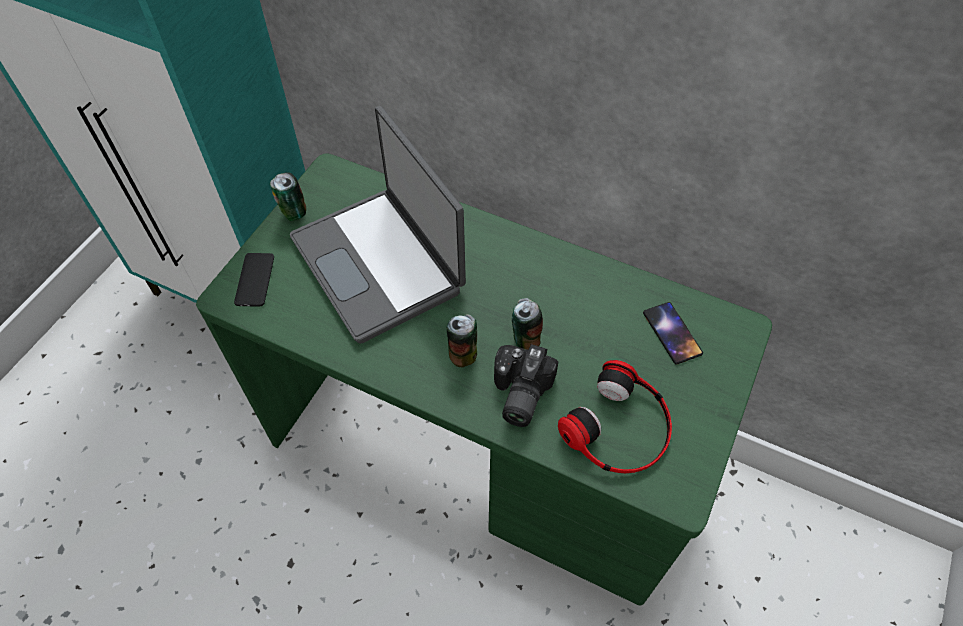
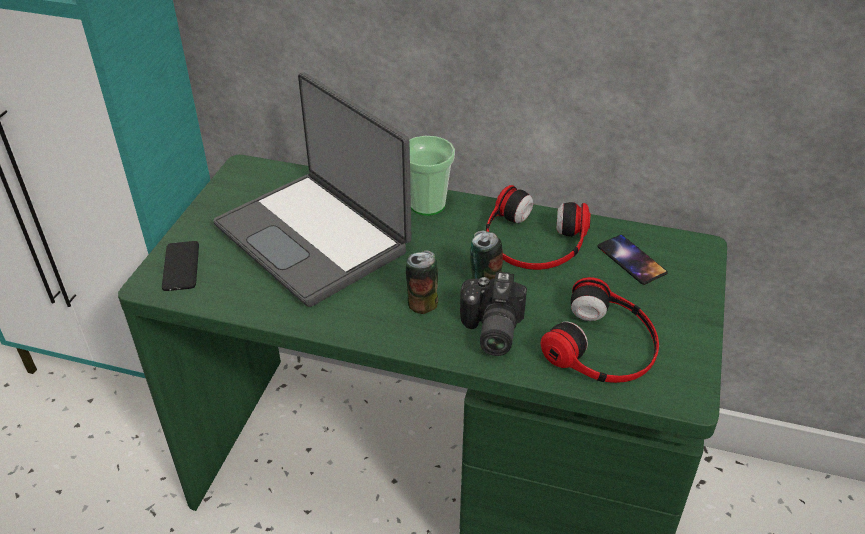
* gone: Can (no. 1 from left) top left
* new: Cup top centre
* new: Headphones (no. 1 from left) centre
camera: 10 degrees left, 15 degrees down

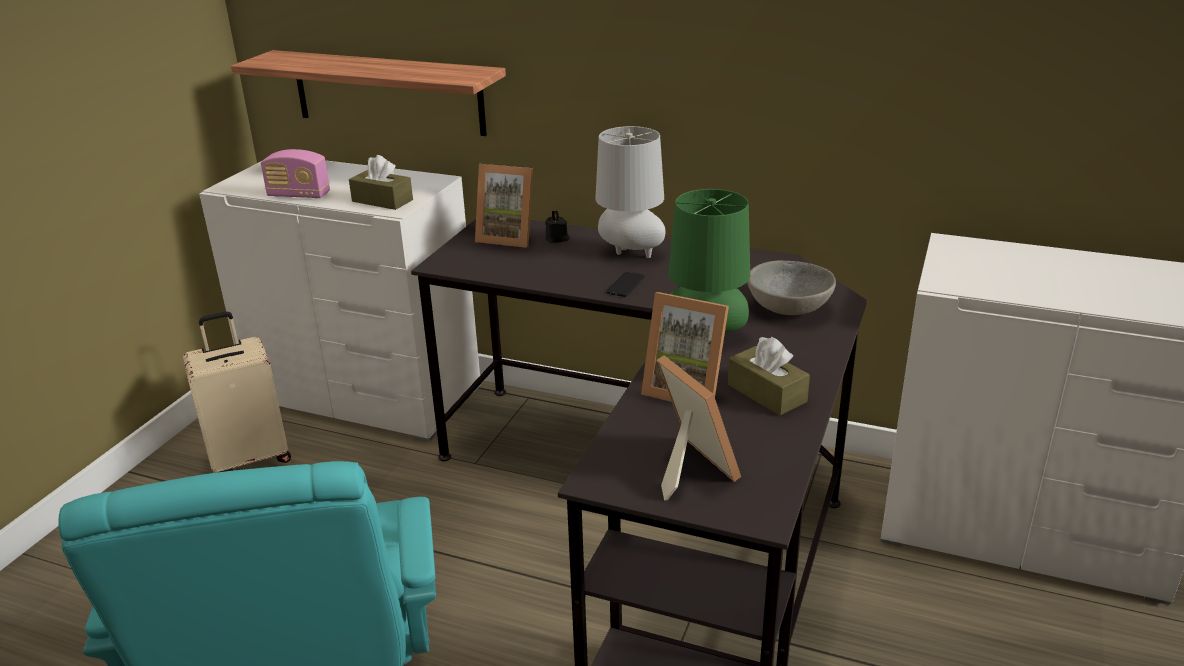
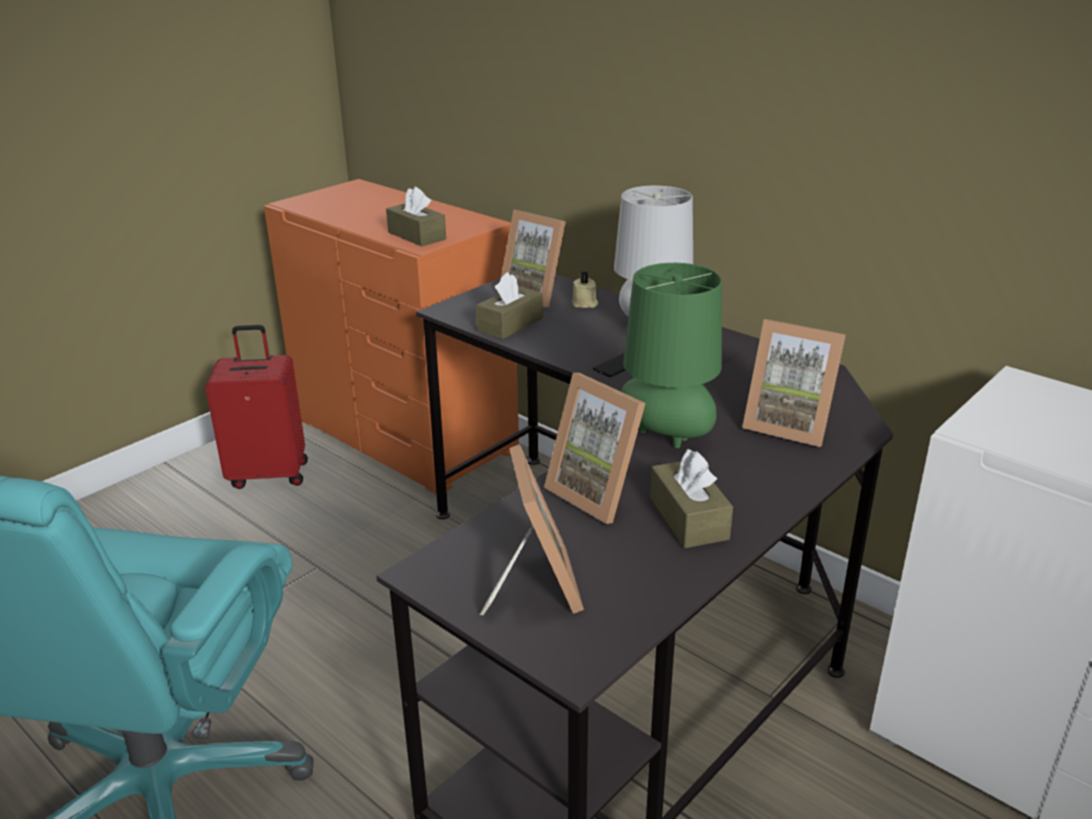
* gone: Shelf top left
* gone: Radio top left
* repainted: WhiteDresser (no. 1 from left) middle left to OrangeDresser centre
* repainted: BlackCandle centre to BeigeCandle centre
* swapped: GreyBowl middle right to PictureFrame (no. 4 from left) middle right
* repainted: BeigeSuitcase middle left to RedSuitcase middle left
* new: BrownTissueBox (no. 2 from left) centre
camera: 20 degrees right, 0 degrees up

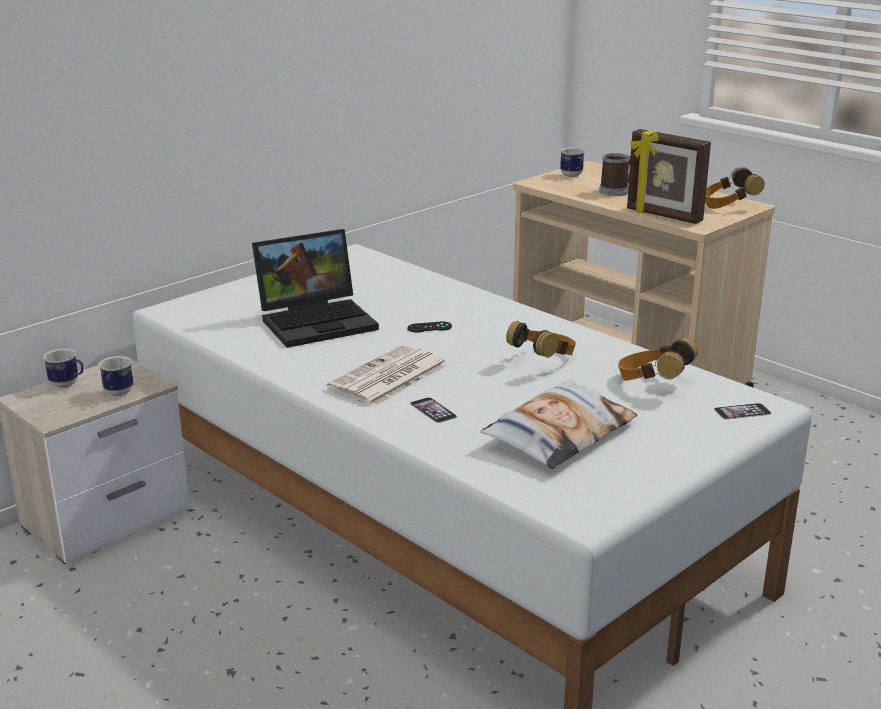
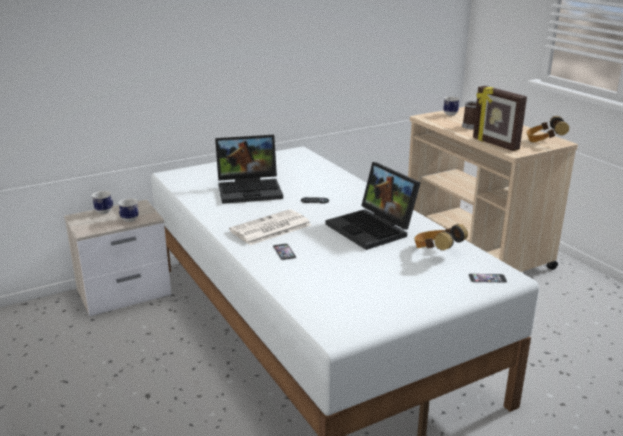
* swapped: Headphones (no. 1 from left) centre to Laptop (no. 2 from left) centre
* gone: Pillow centre
camera: 15 degrees right, 0 degrees up

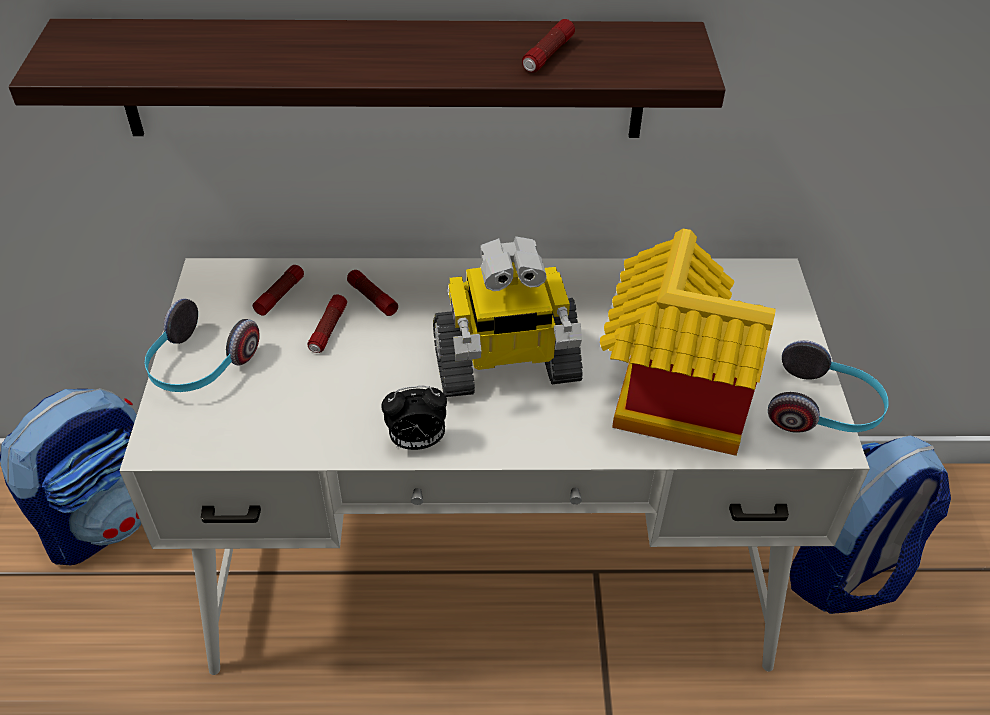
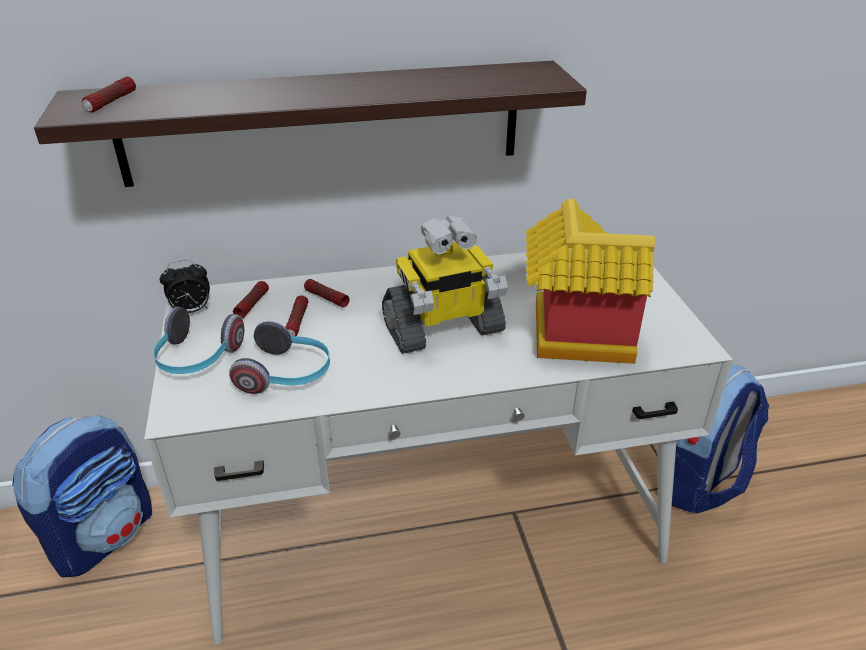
* shifted: Flashlight (no. 4 from left in the first image) top centre to Flashlight (no. 1 from left) top left
* shifted: Headphones (no. 2 from left) middle right to middle left
* shifted: AlarmClock centre to middle left
camera: 10 degrees left, 10 degrees down

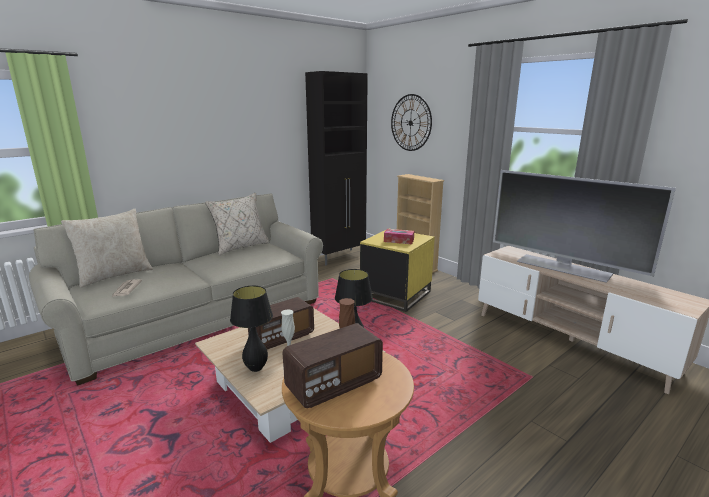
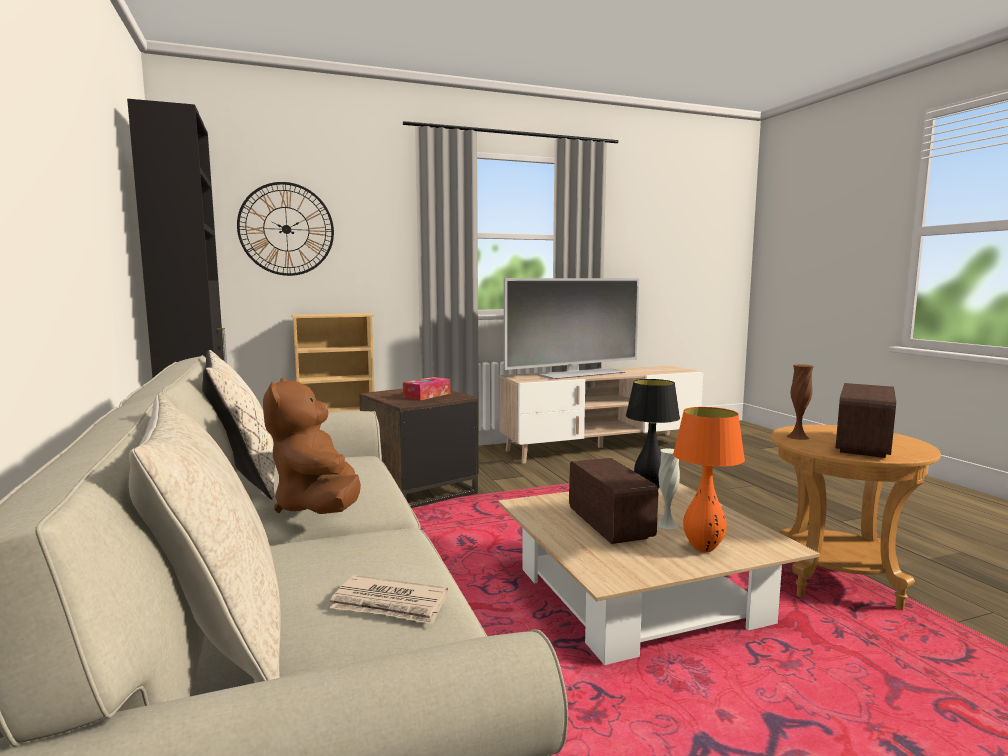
* repainted: YellowSideTable centre to BrownSideTable (no. 1 from left) centre
* repainted: BlackTableLamp (no. 1 from left) centre to OrangeTableLamp middle right
* rotated: Radio (no. 2 from left) bottom centre = middle right 135 degrees counterclockwise
* new: BrownPlushToy middle left
camera: 70 degrees left, 10 degrees down

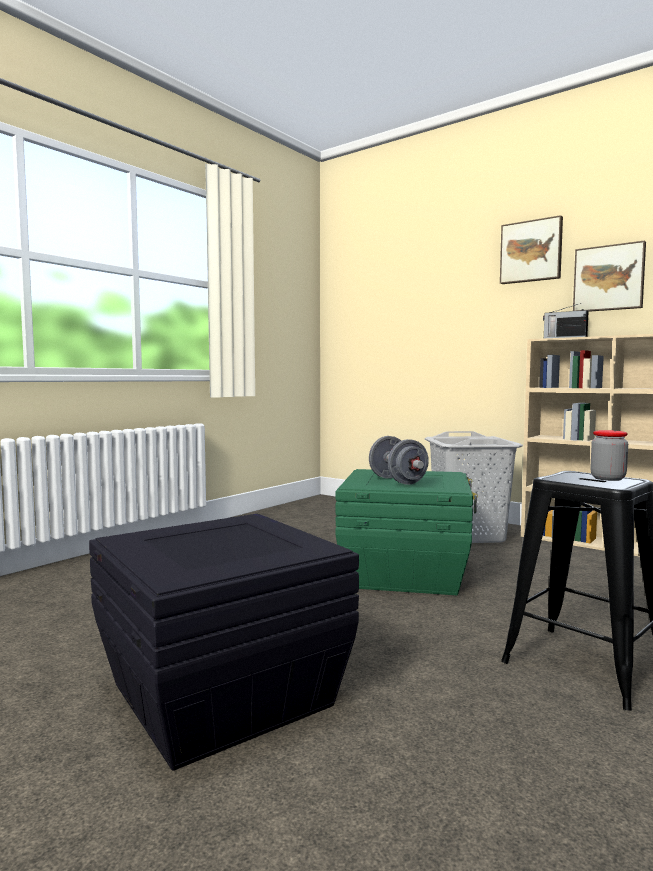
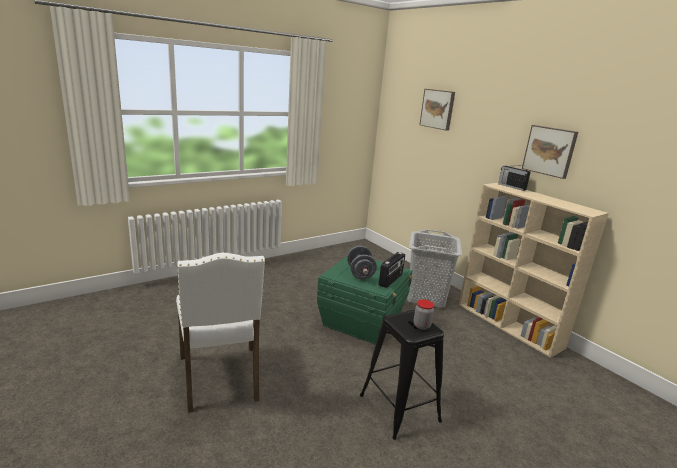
* shifted: Picture (no. 1 from left) top right to top centre
* swapped: BlackStorageBox bottom centre to WhiteChair bottom left
* new: Radio (no. 1 from left) centre
camera: 15 degrees right, 15 degrees up

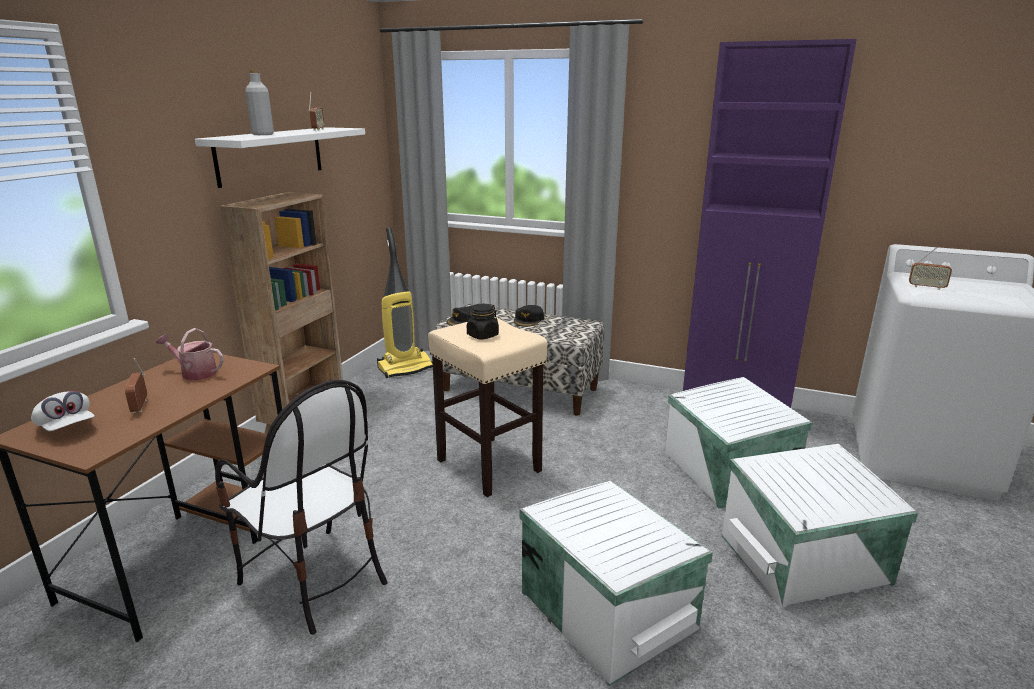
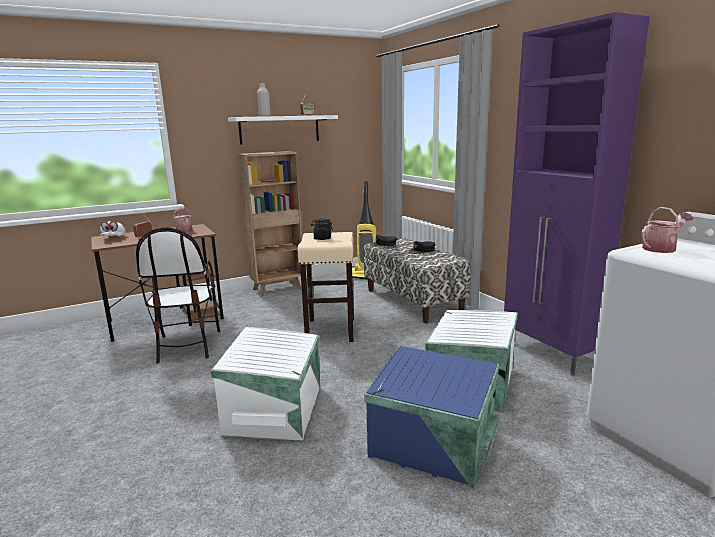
* swapped: Radio (no. 3 from left) middle right to WateringCan (no. 2 from left) middle right
* repainted: WhiteStorageBox (no. 3 from left) bottom right to BlueStorageBox bottom centre
camera: 40 degrees right, 5 degrees down

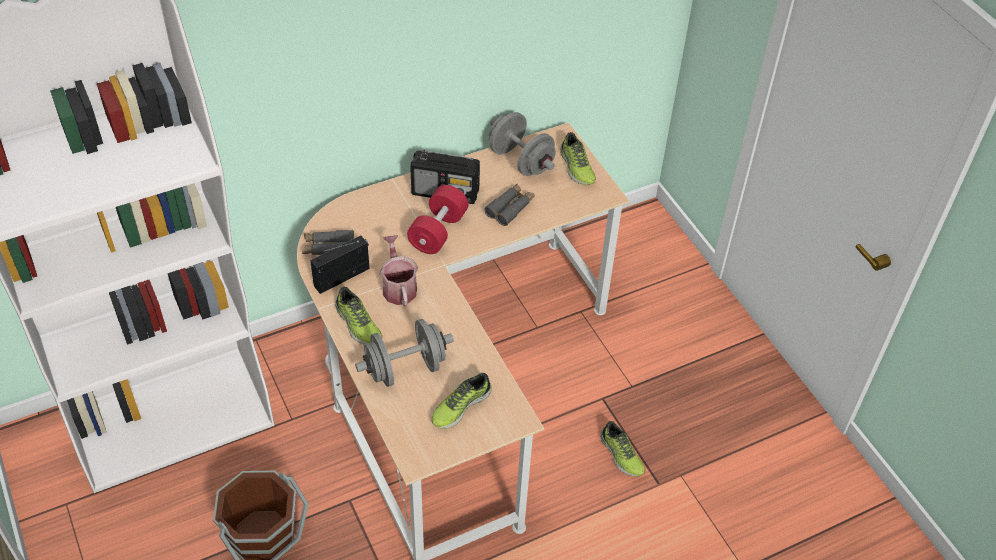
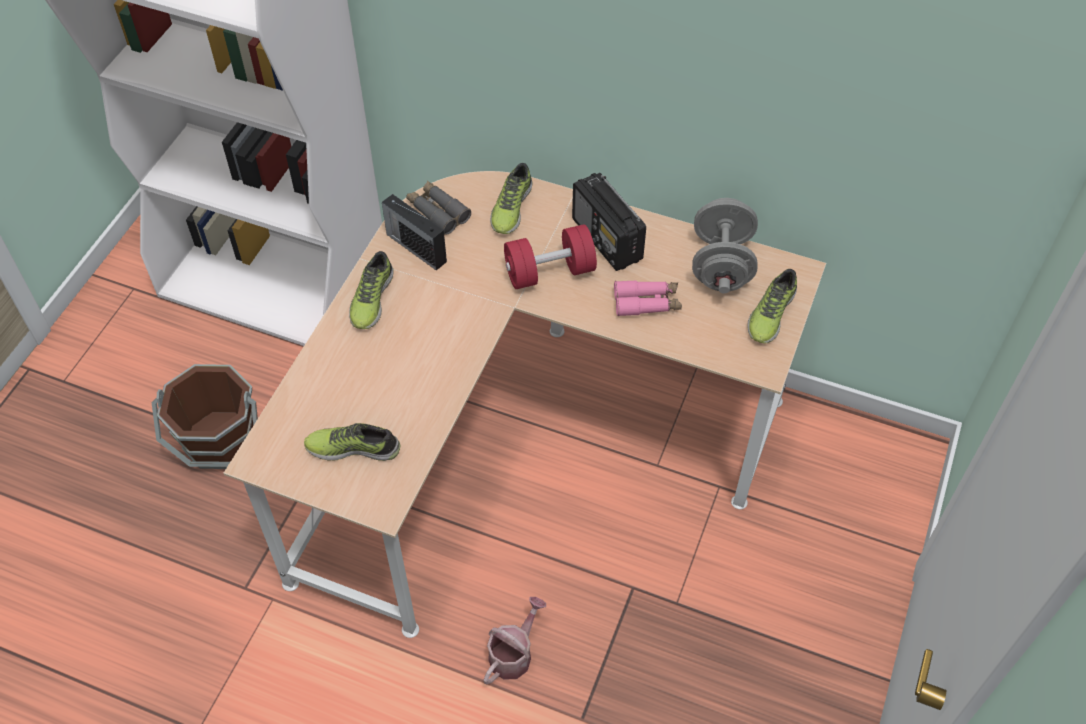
* repainted: GreyBinoculars (no. 2 from left) centre to PinkBinoculars centre
* rotated: Radio (no. 1 from left) centre = top centre 150 degrees counterclockwise
* shifted: WateringCan centre to bottom centre
* gone: GreyDumbbell (no. 1 from left) centre
* shifted: Shoe (no. 4 from left in the first image) bottom centre to Shoe (no. 3 from left) top centre
camera: 50 degrees right, 5 degrees up

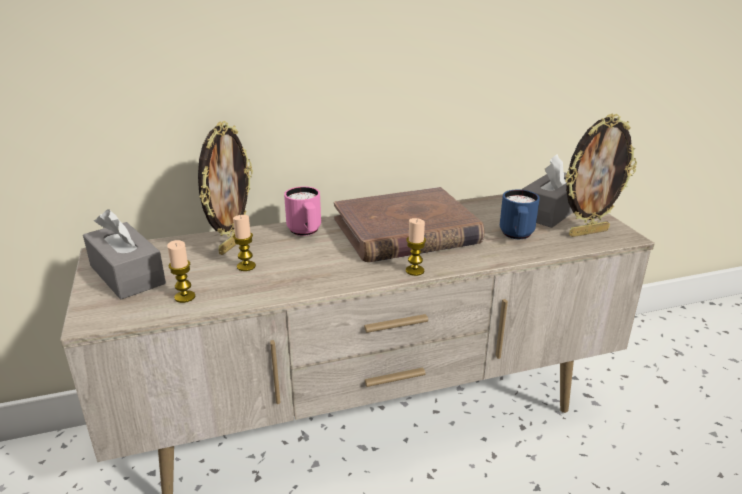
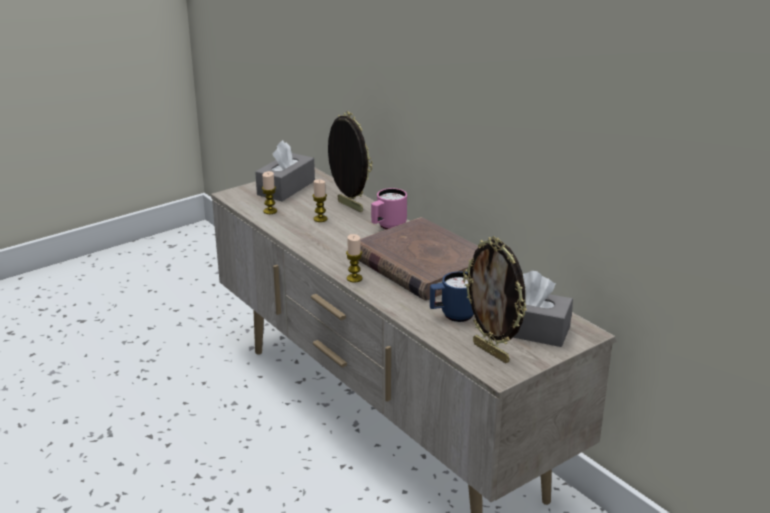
* rotated: PictureFrame (no. 1 from left) middle left = top centre 135 degrees counterclockwise
camera: 70 degrees right, 0 degrees up

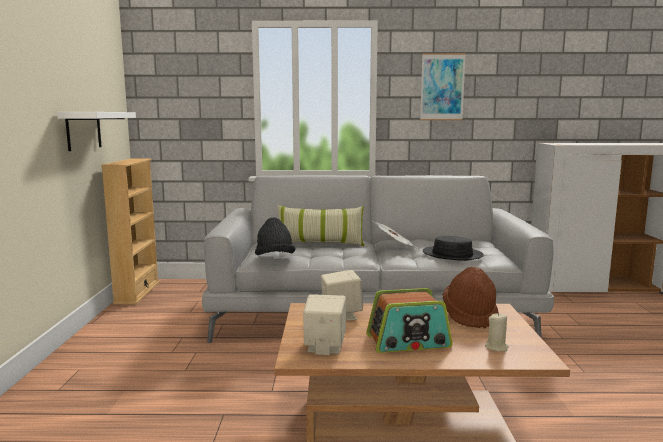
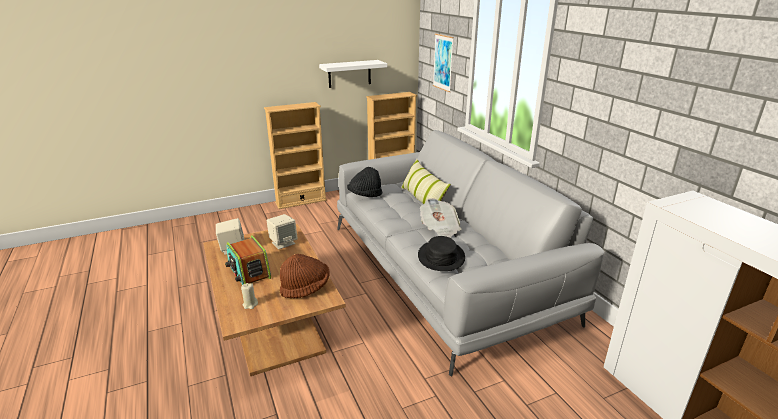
* shifted: Picture top right to top centre
* new: BeigeBookcase (no. 1 from left) centre
camera: 65 degrees right, 15 degrees up

